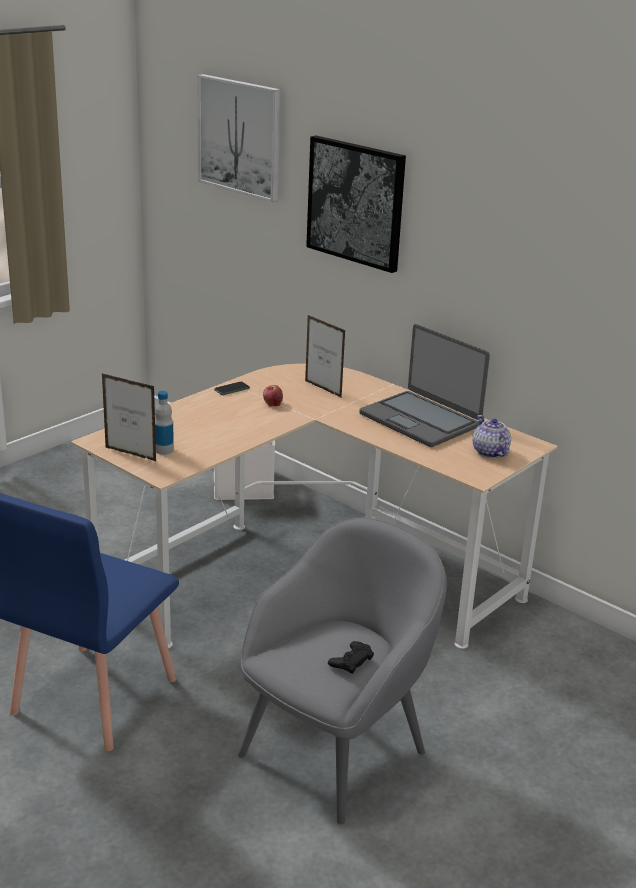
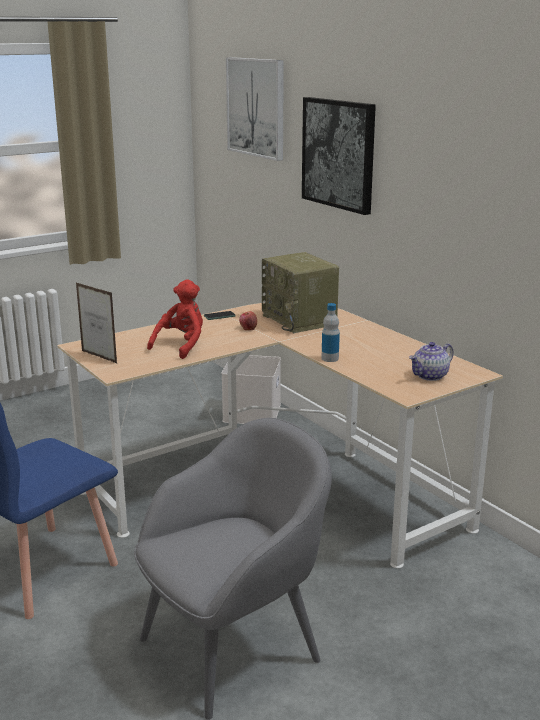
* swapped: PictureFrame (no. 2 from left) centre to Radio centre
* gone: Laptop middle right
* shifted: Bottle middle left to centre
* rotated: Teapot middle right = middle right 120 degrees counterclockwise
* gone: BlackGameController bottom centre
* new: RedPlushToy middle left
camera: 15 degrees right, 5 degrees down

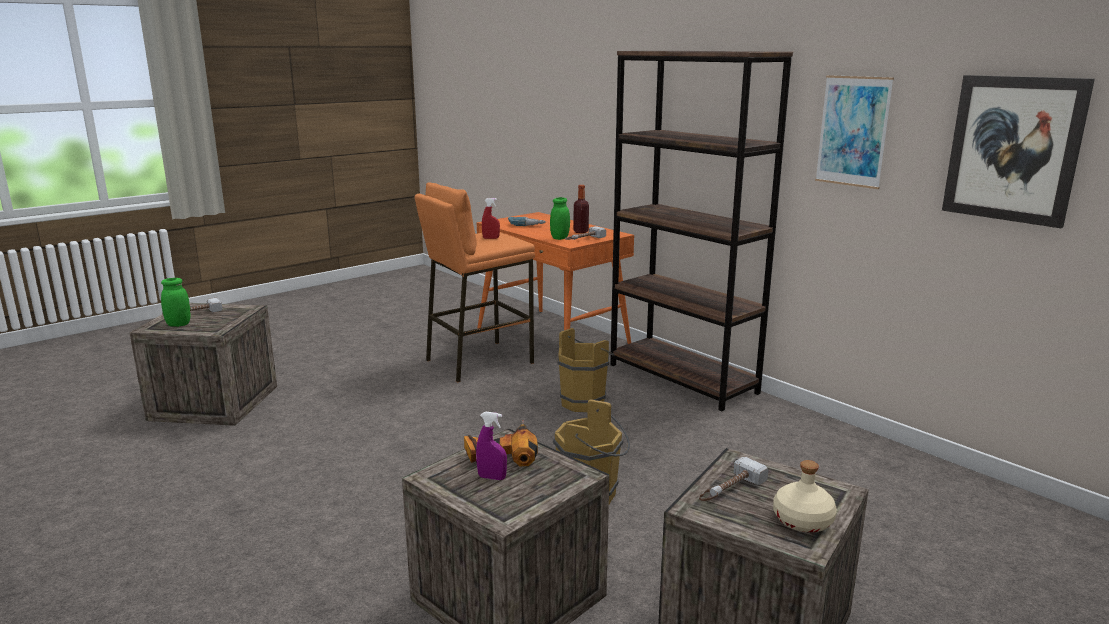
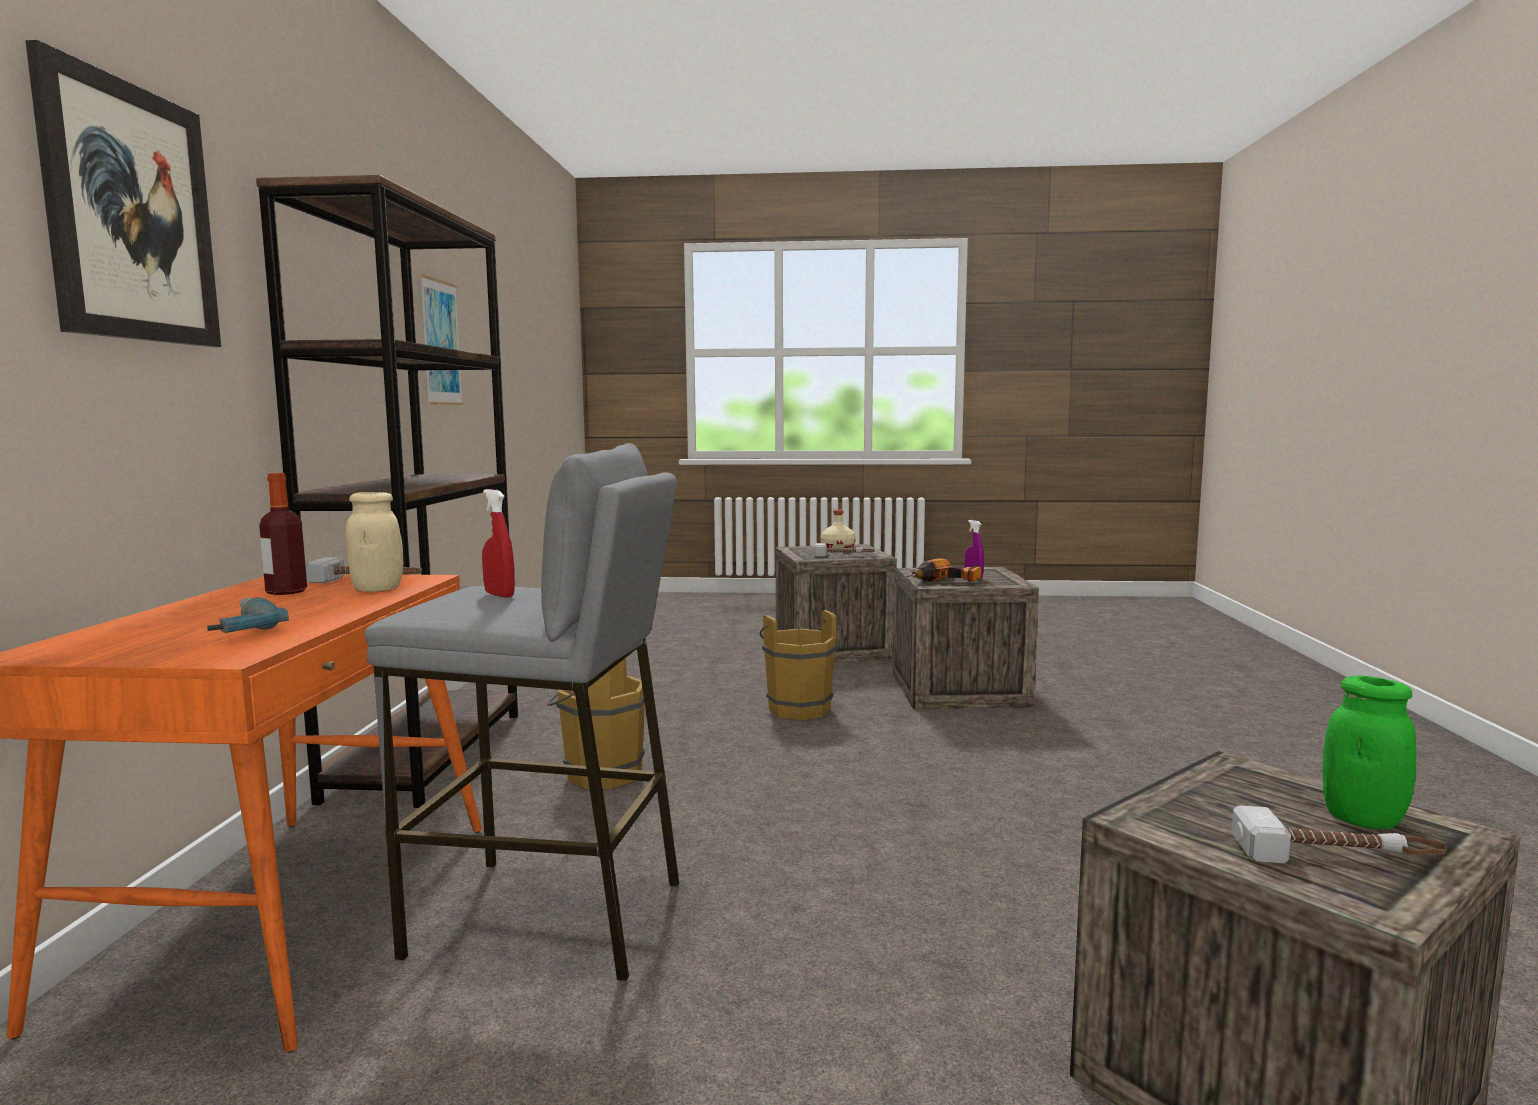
* shifted: Picture (no. 2 from left in the first image) top right to Picture (no. 1 from left) top left
* repainted: OrangeStool centre to GreyStool centre
* repainted: GreenJar (no. 2 from left) centre to BeigeJar middle left
camera: 135 degrees left, 10 degrees down

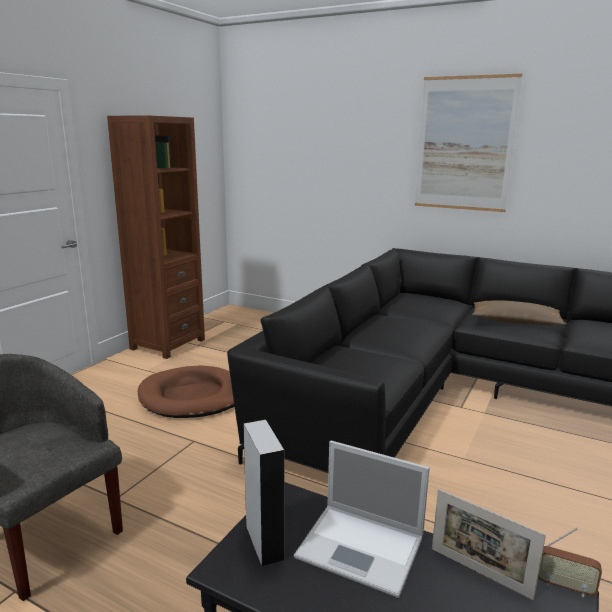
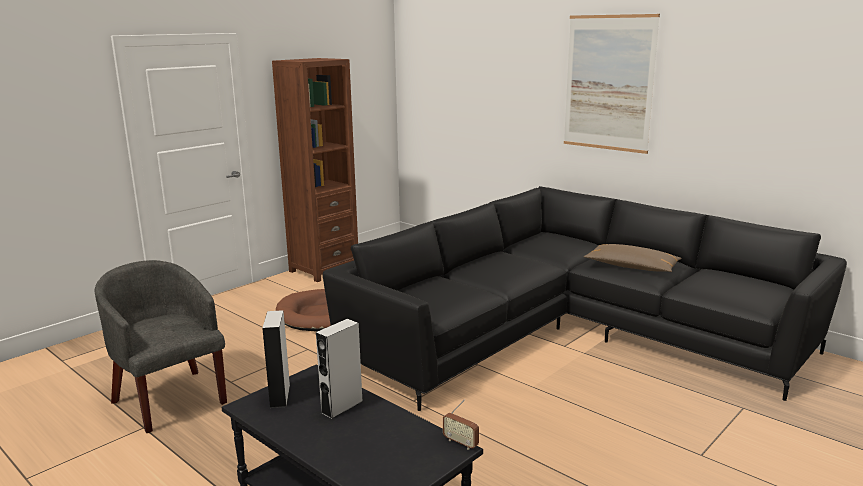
* swapped: Laptop bottom centre to GreySpeaker (no. 2 from left) bottom centre
* gone: PictureFrame bottom right
camera: 15 degrees right, 0 degrees up

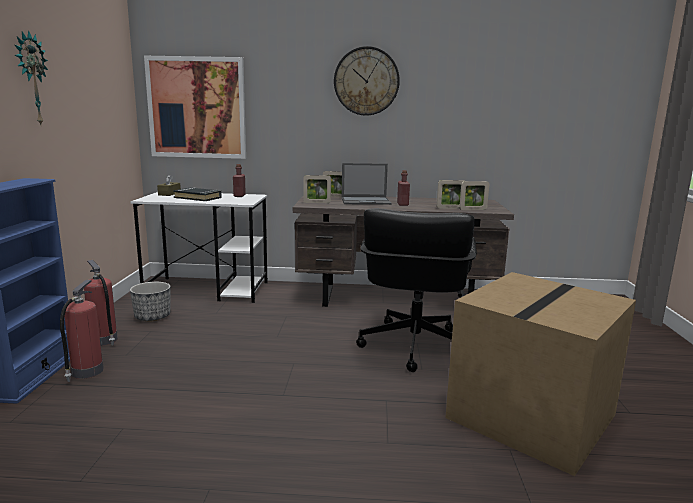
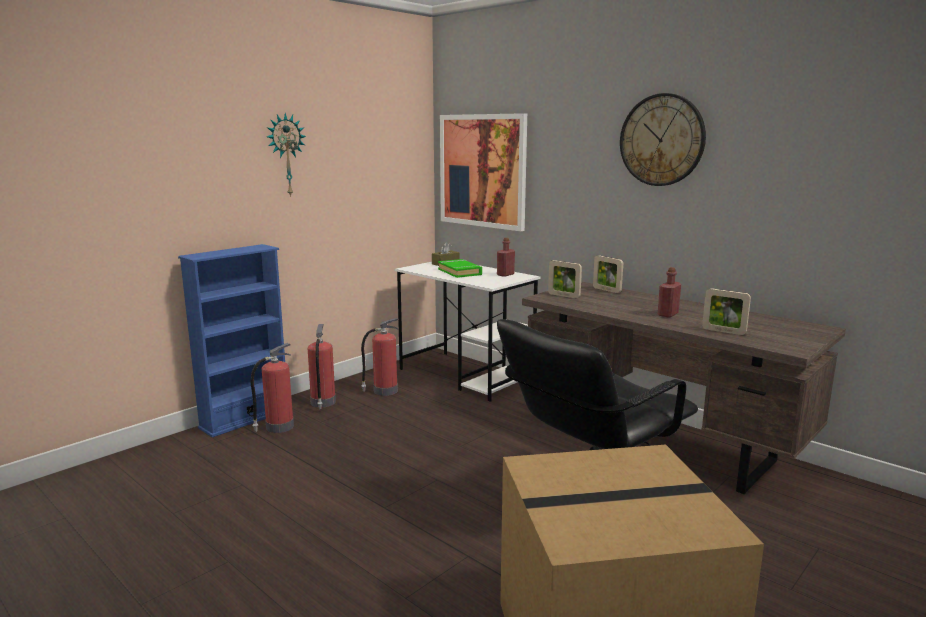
* gone: Laptop centre
* gone: PictureFrame (no. 4 from left) middle right
* repainted: BlackBook middle left to GreenBook centre
* swapped: Planter middle left to FireExtinguisher (no. 3 from left) centre
camera: 40 degrees right, 0 degrees up

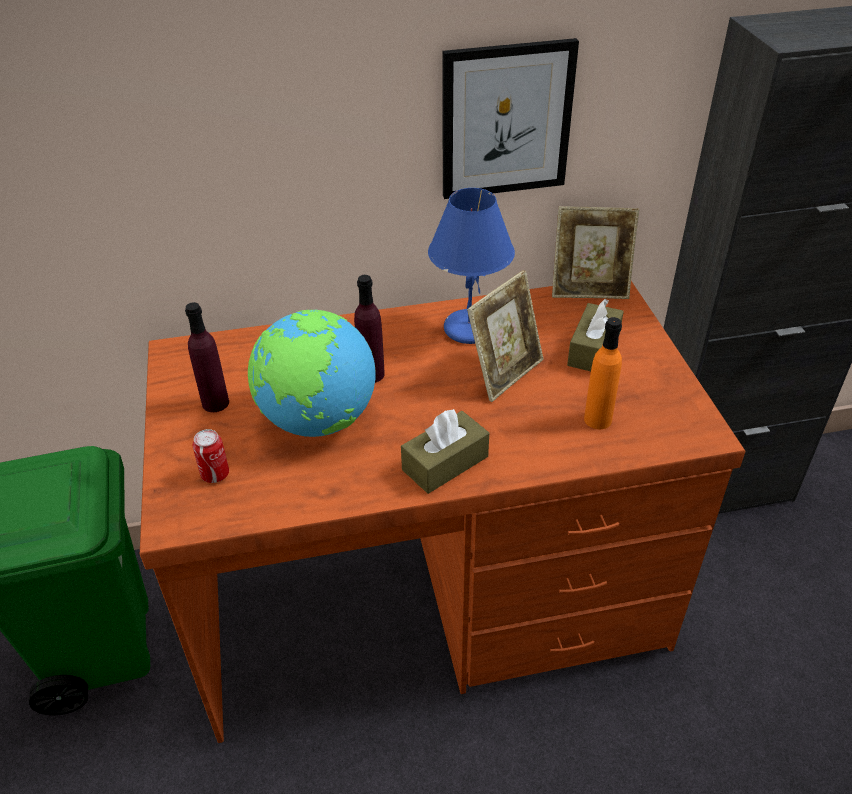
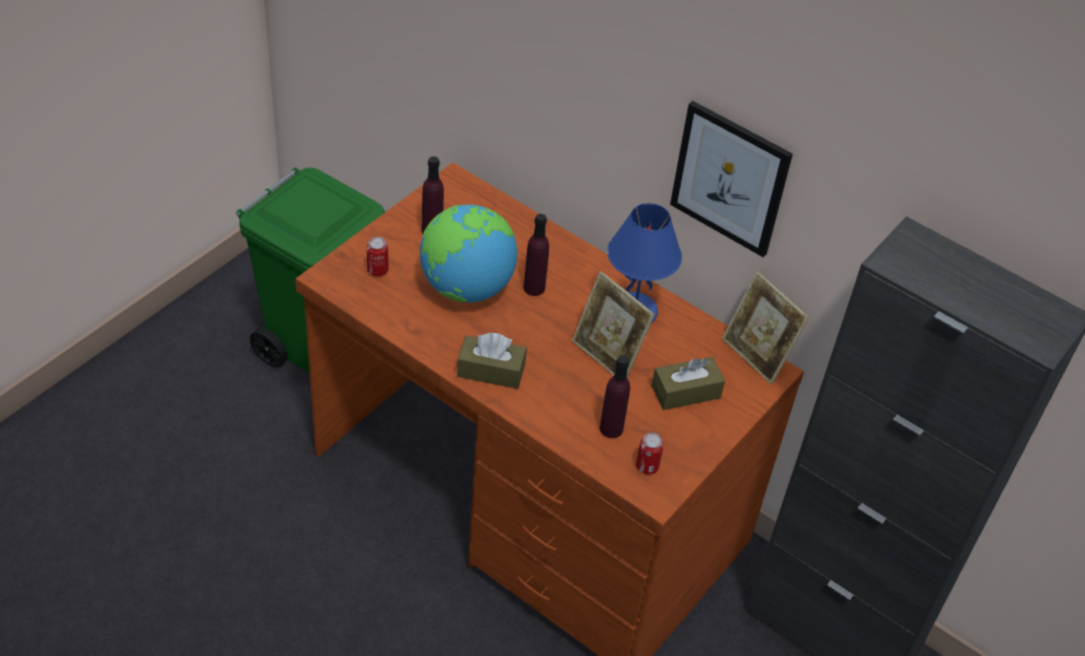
* rotated: PictureFrame (no. 1 from left) centre = centre 45 degrees clockwise
* repainted: OrangeBottle middle right to PurpleBottle (no. 3 from left) centre
* new: Can (no. 2 from left) bottom centre
camera: 45 degrees right, 5 degrees up

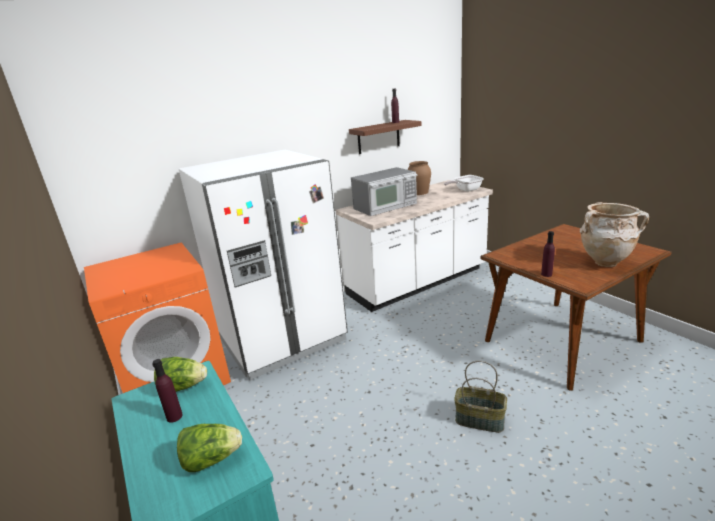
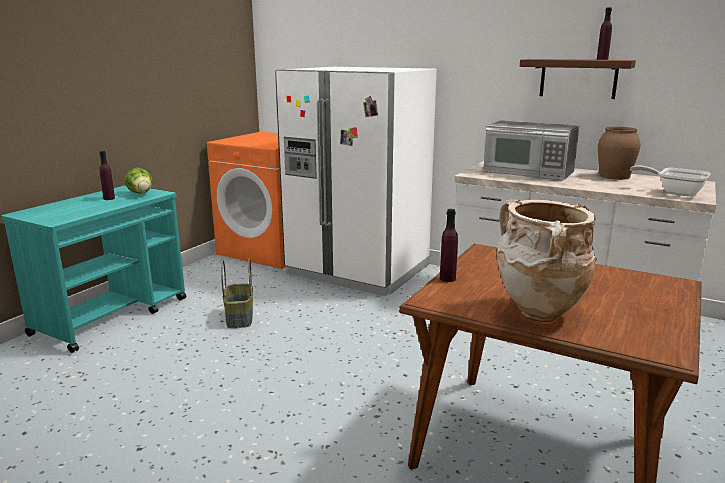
* shifted: Basket bottom right to middle left
* gone: Lettuce (no. 2 from left) bottom left
camera: 60 degrees right, 5 degrees down

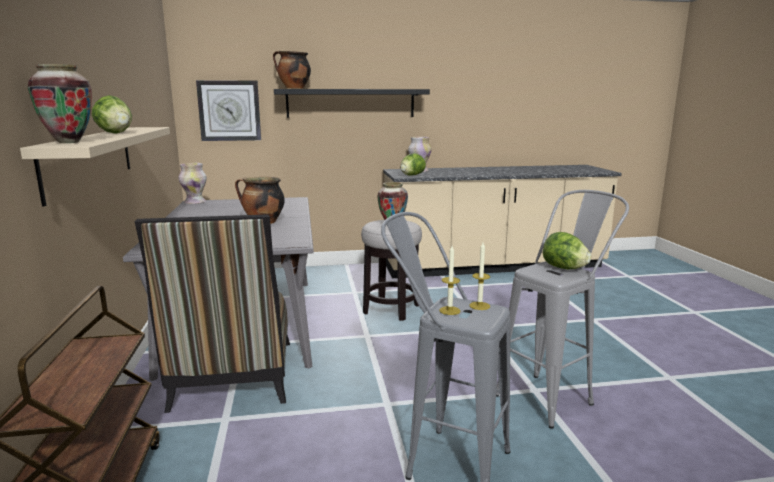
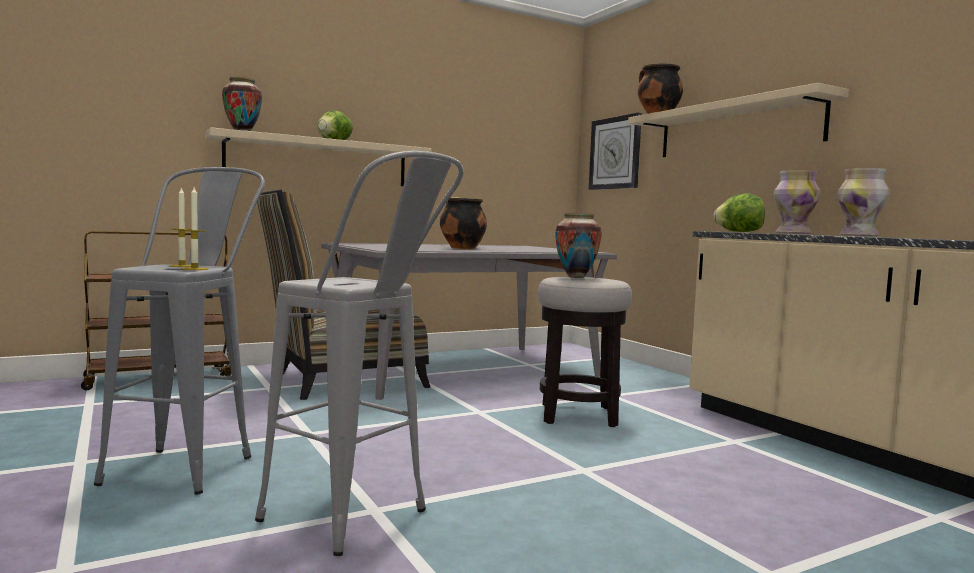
* repainted: BlackShelf top centre to BeigeShelf (no. 2 from left) top right
* shifted: Vase (no. 2 from left in the first image) middle left to Vase (no. 4 from left) middle right
* gone: Lettuce (no. 3 from left) middle right
camera: 70 degrees right, 10 degrees down

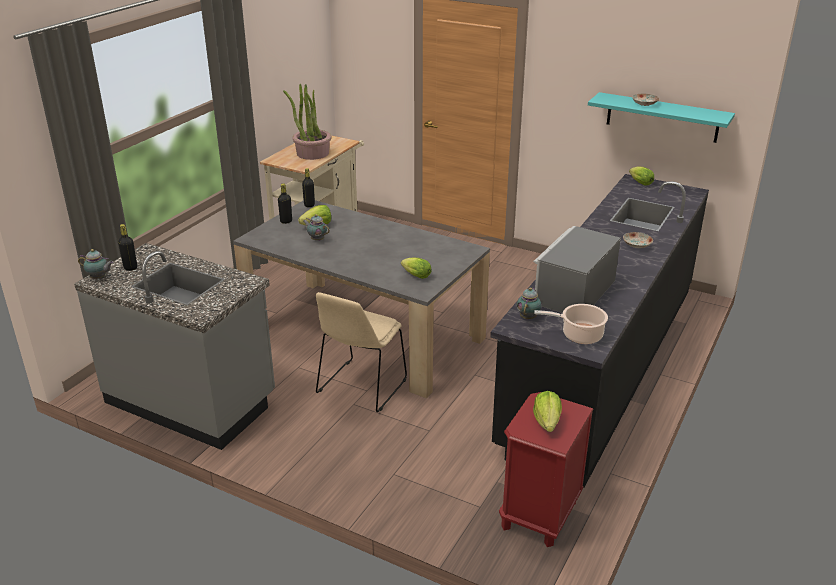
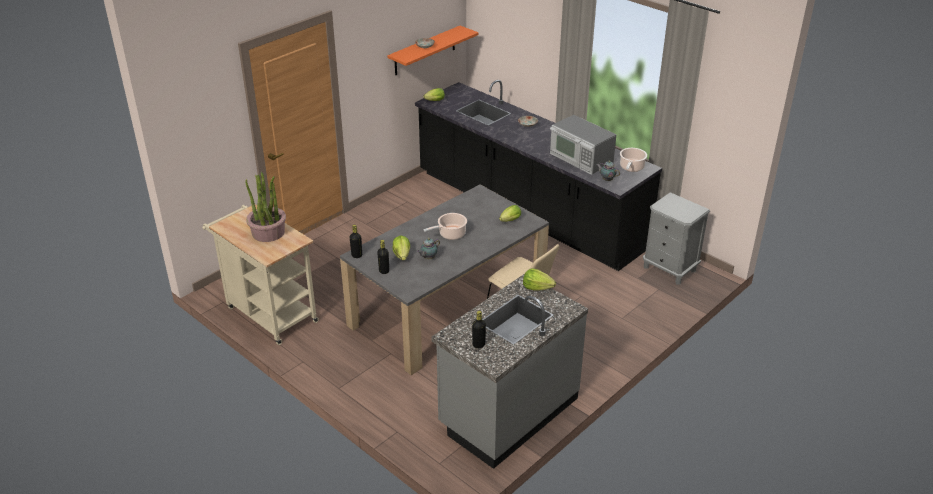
* repainted: TurquoiseShelf top right to OrangeShelf top centre
* gone: Teapot (no. 1 from left) middle left
* shifted: Lettuce (no. 3 from left in the first image) bottom centre to Lettuce (no. 4 from left) centre
* repainted: RedNightstand bottom centre to GreyNightstand middle right
* new: CookingPot (no. 1 from left) centre
camera: 75 degrees left, 5 degrees up

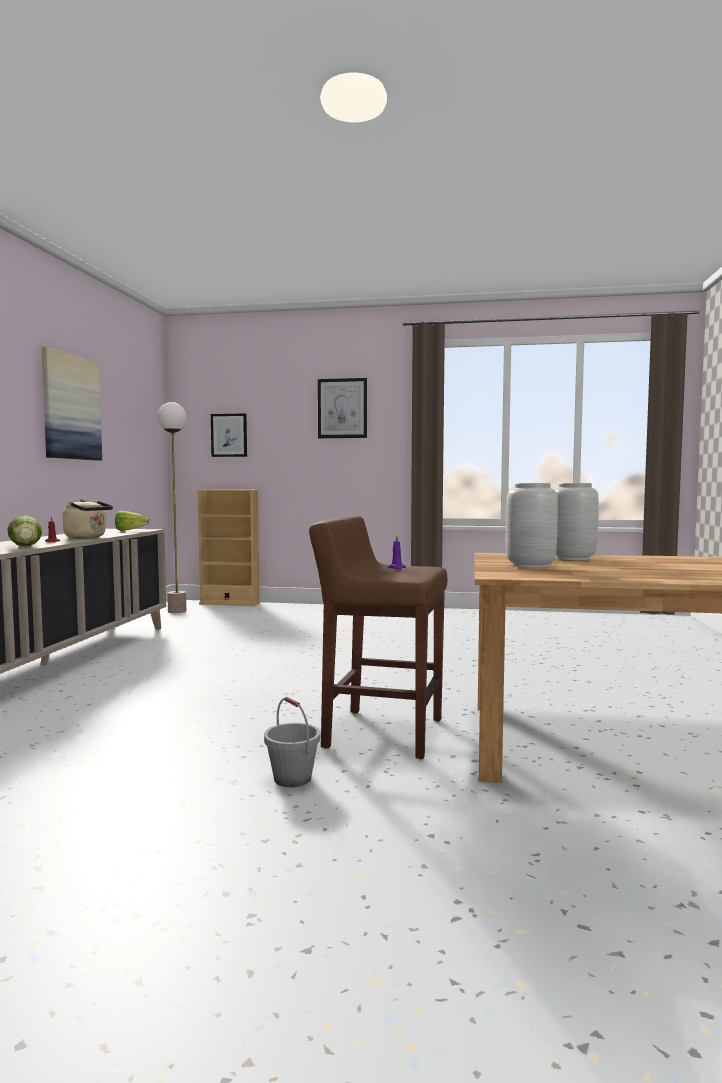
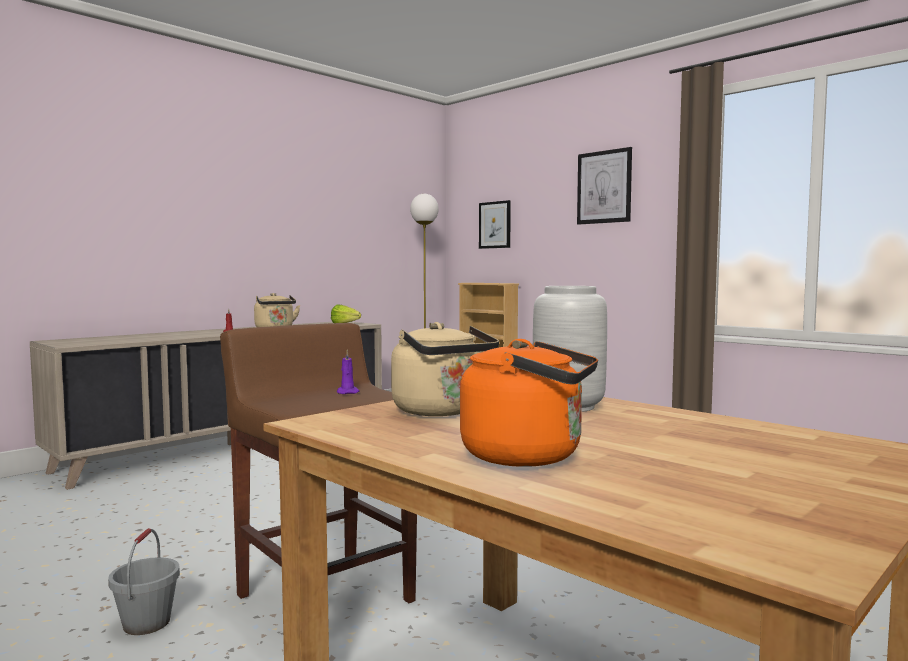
* gone: Picture (no. 1 from left) middle left
* swapped: GreyVase (no. 1 from left) middle right to BeigeKettle (no. 2 from left) centre
* gone: Lettuce (no. 1 from left) middle left
* new: OrangeKettle centre
camera: 35 degrees right, 0 degrees up

